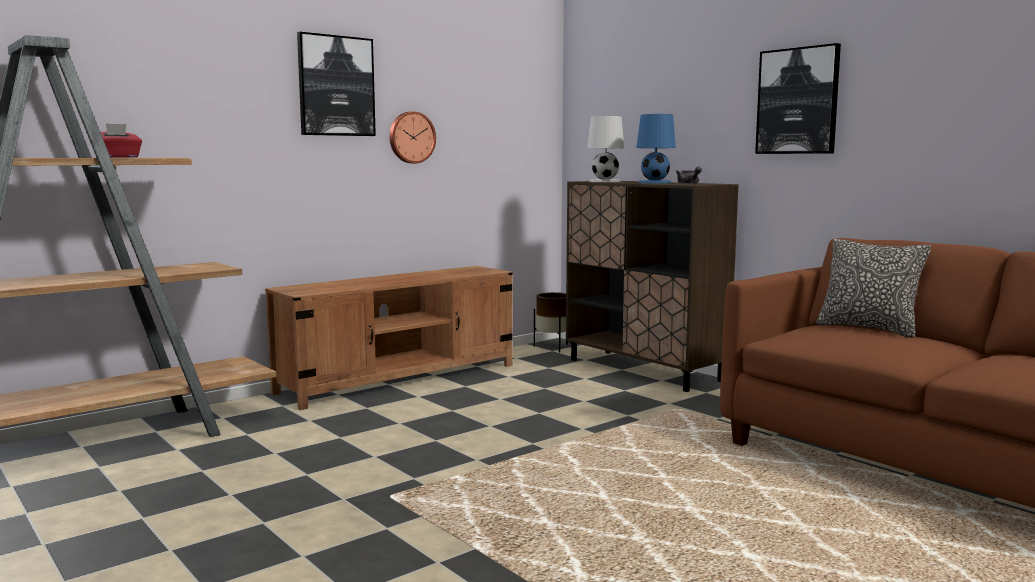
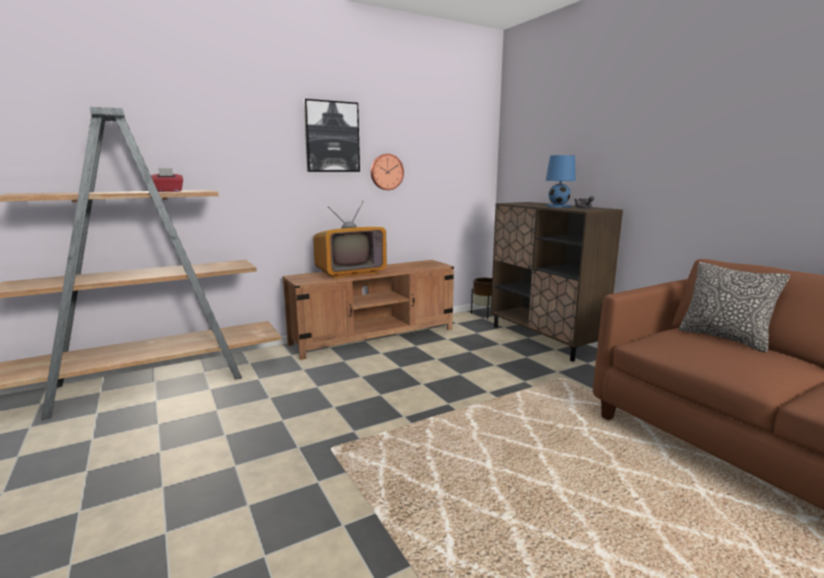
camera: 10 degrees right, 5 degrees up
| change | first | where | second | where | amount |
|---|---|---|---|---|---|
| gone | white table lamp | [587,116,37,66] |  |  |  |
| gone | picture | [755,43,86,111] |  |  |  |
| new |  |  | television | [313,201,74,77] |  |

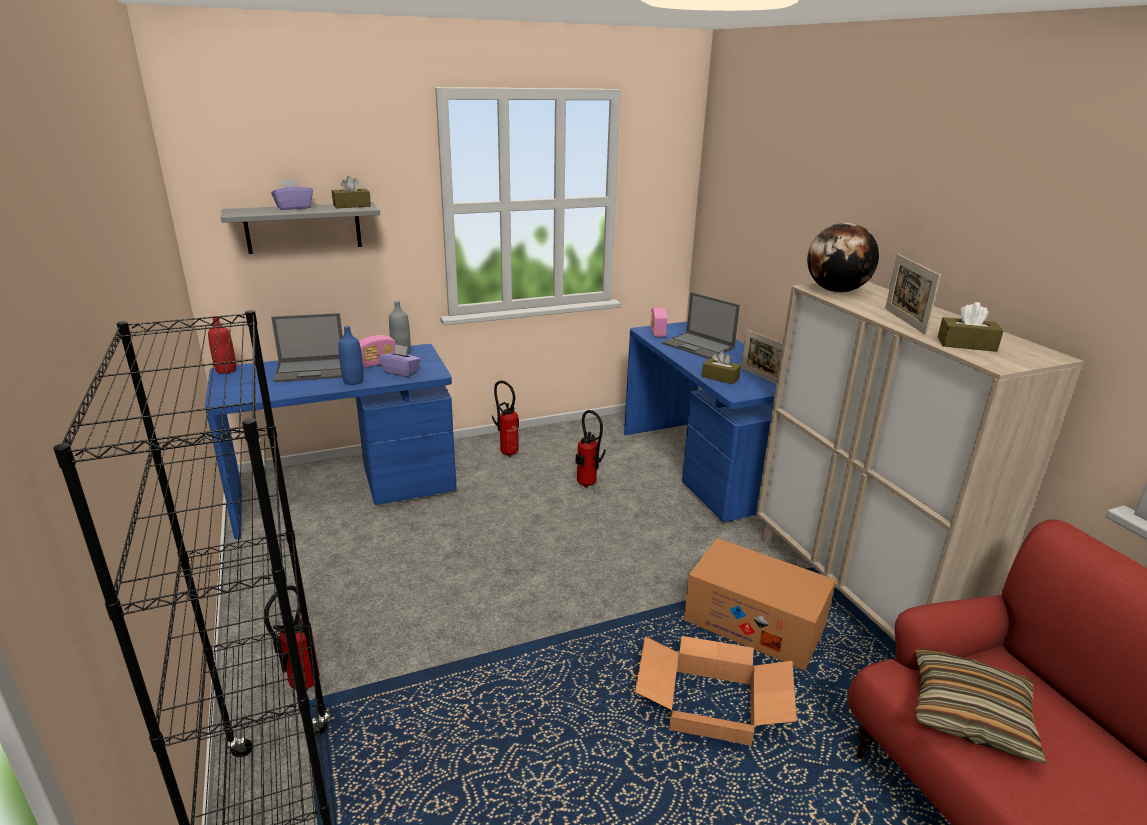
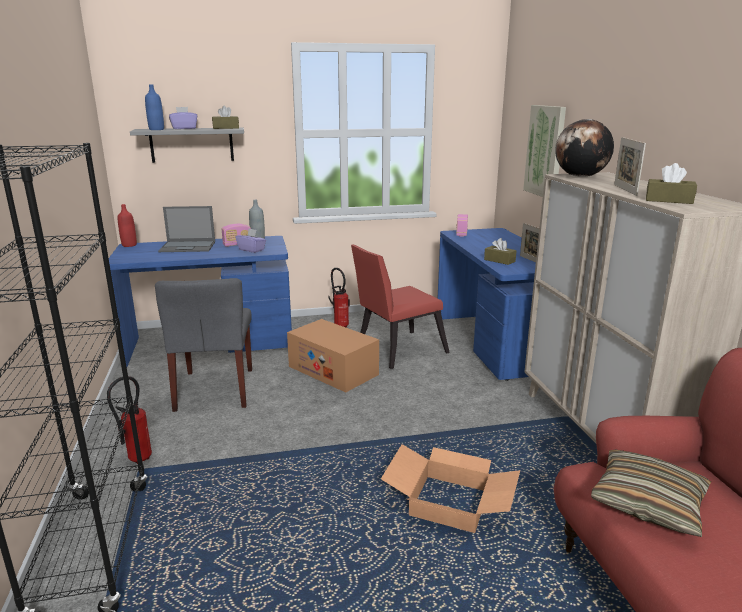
camera: 10 degrees right, 5 degrees down
| change | first | where | second | where | amount |
|---|---|---|---|---|---|
| gone | laptop | [662,292,78,67] |  |  |  |
| new |  |  | grey chair | [155,278,97,134] |  |
| new |  |  | picture | [523,105,43,92] |  |
| shifted | blue bottle | [338,326,26,59] |  | [145,84,19,46] |  |
| shifted | cardboard box | [684,538,152,132] |  | [287,319,92,73] |  |
| swapped | fire extinguisher | [576,410,29,78] | red chair | [351,245,99,124] |  |

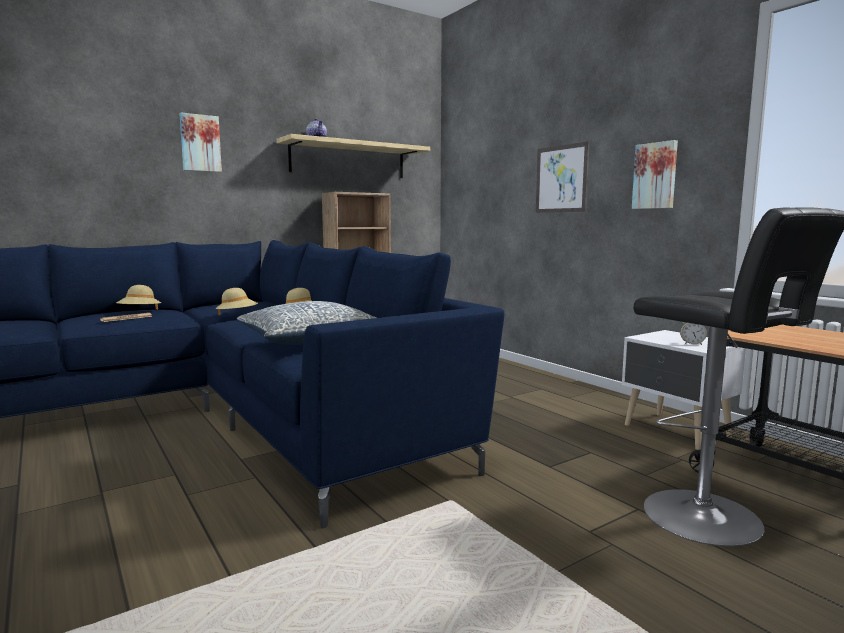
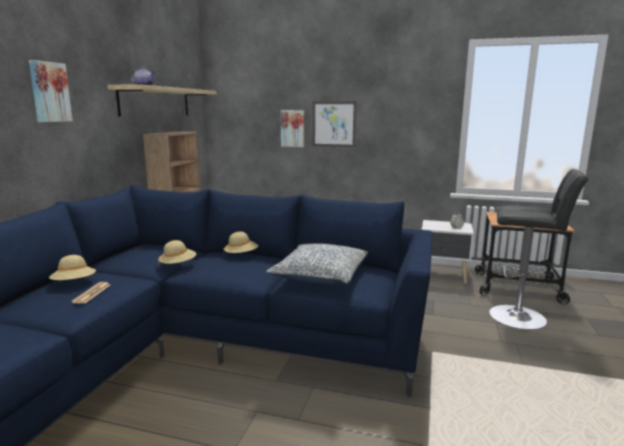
camera: 40 degrees left, 5 degrees up
| change | first | where | second | where | amount |
|---|---|---|---|---|---|
| shifted | picture | [632,140,46,69] |  | [280,110,24,37] |  |

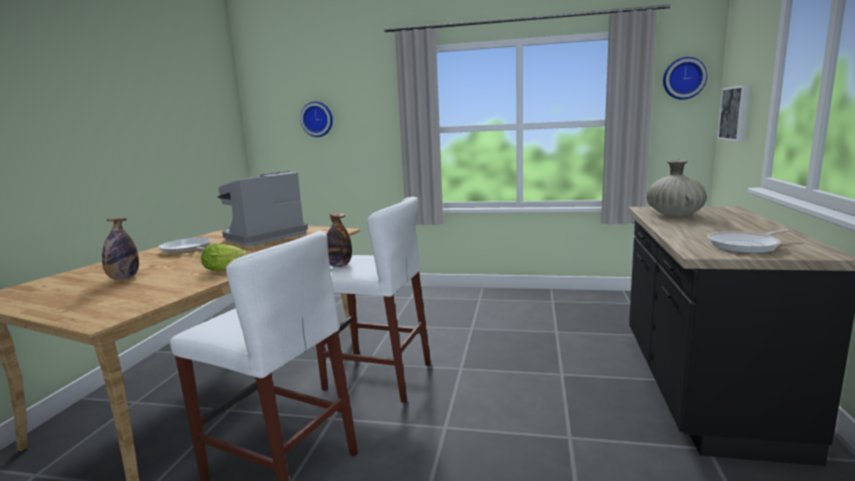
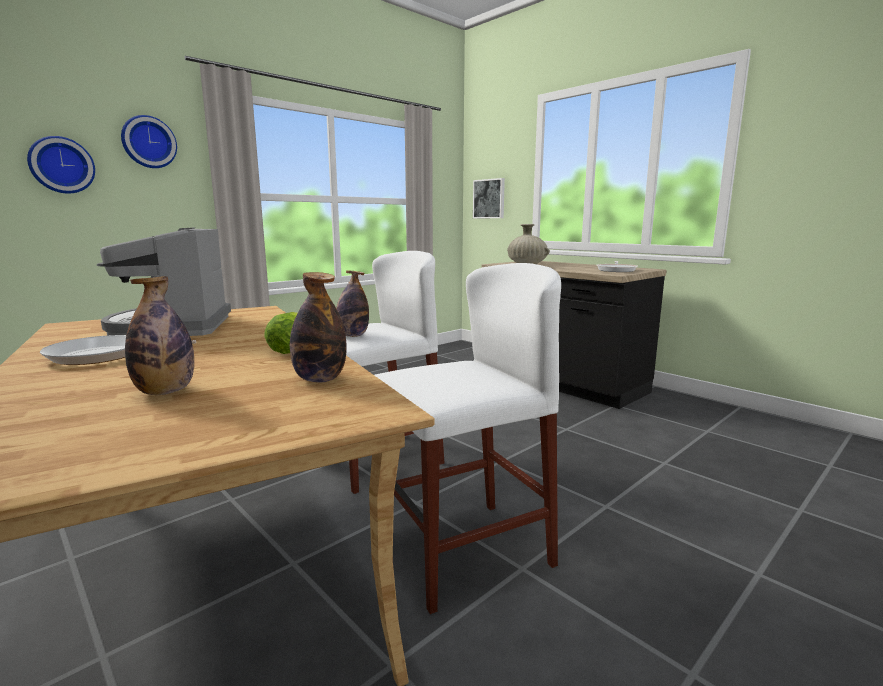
camera: 55 degrees left, 0 degrees up
| change | first | where | second | where | amount |
|---|---|---|---|---|---|
| new |  |  | bottle | [290,272,57,111] |  |
| shifted | wall clock | [663,57,44,43] |  | [121,115,56,53] |  |

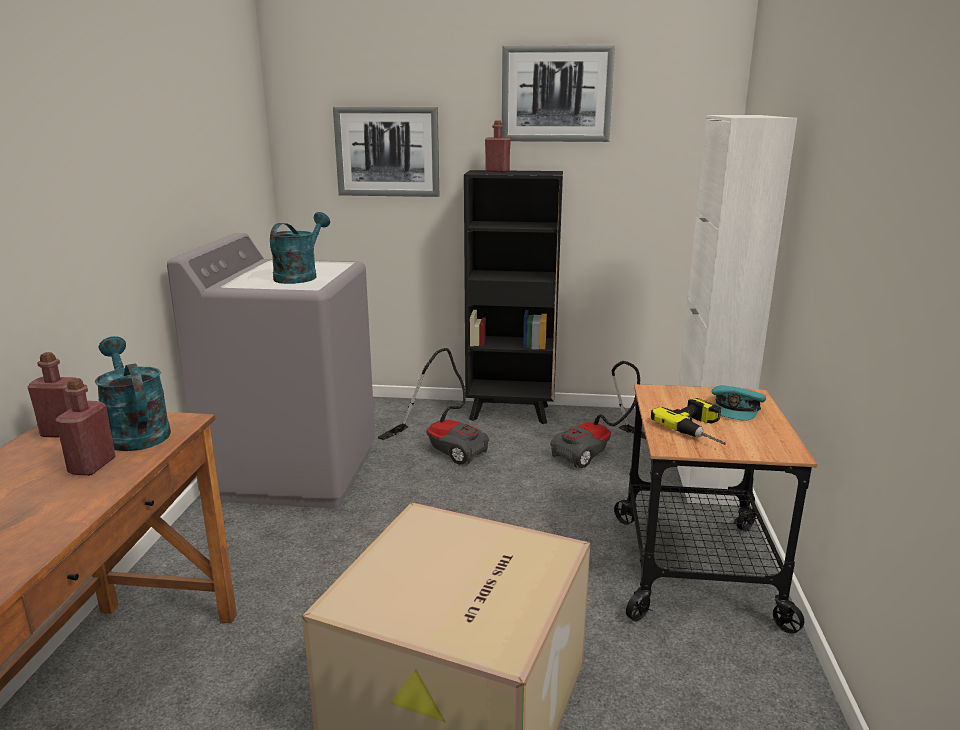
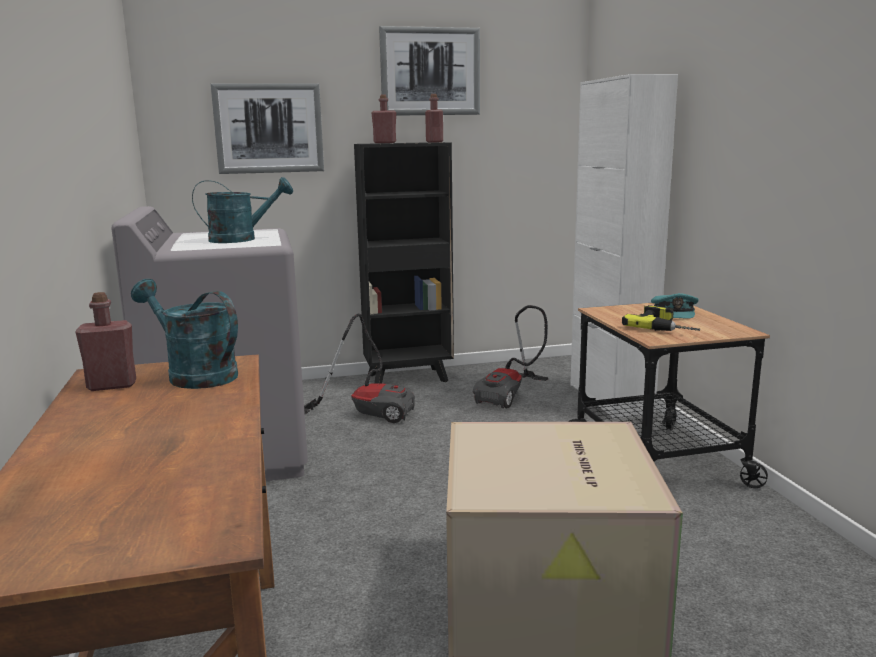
camera: 20 degrees left, 5 degrees down
| change | first | where | second | where | amount |
|---|---|---|---|---|---|
| shifted | red bottle | [55,378,61,98] |  | [425,94,18,48] |  |
| rotated | turquoise watering can | [270,212,60,72] |  | [192,177,101,66] | 75 degrees clockwise |

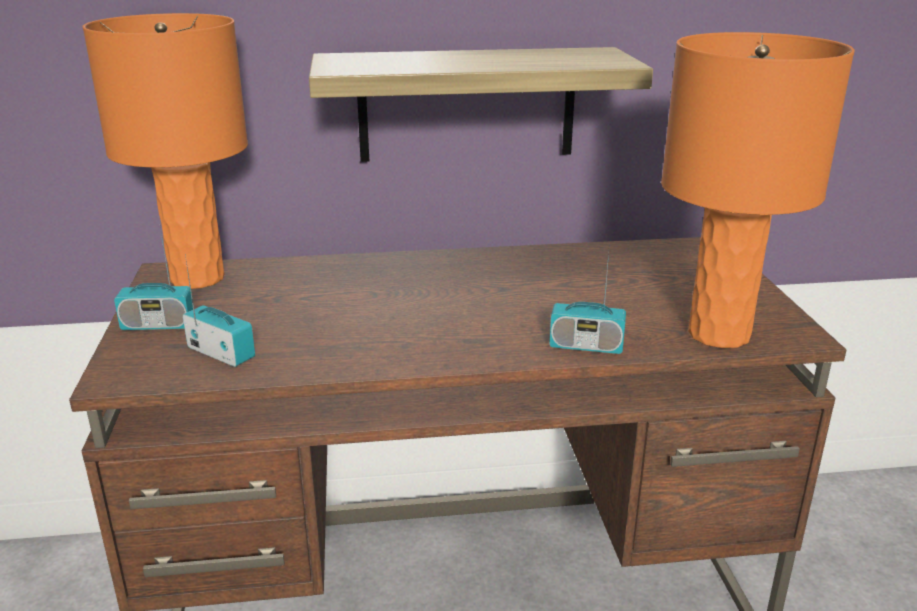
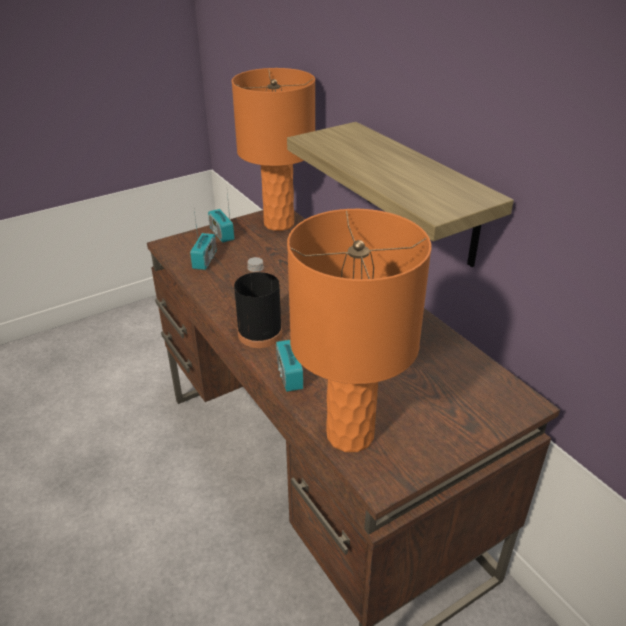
camera: 65 degrees right, 10 degrees up
| change | first | where | second | where | amount |
|---|---|---|---|---|---|
| new |  |  | black bottle | [234,257,48,91] |  |

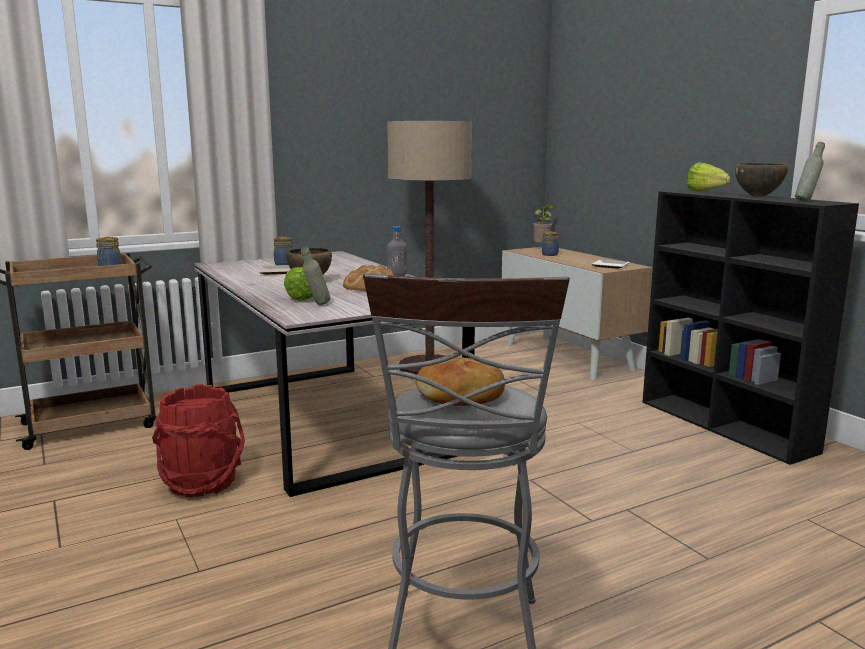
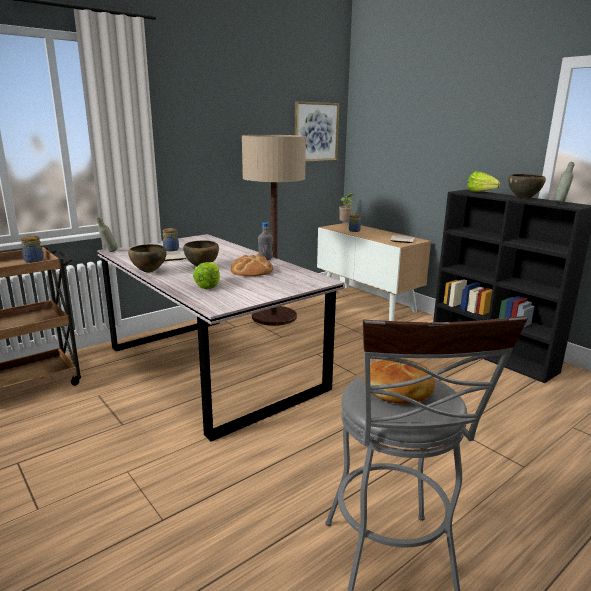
camera: 10 degrees left, 5 degrees up
| change | first | where | second | where | amount |
|---|---|---|---|---|---|
| gone | red bucket | [152,384,93,113] |  |  |  |
| new |  |  | brown bowl | [128,244,39,29] |  |
| new |  |  | picture | [295,101,44,61] |  |
| shifted | grey bottle | [301,247,30,58] |  | [97,217,21,35] |  |

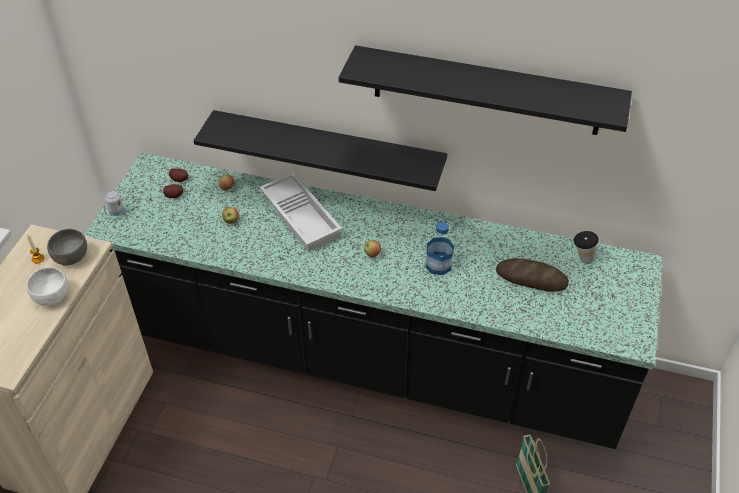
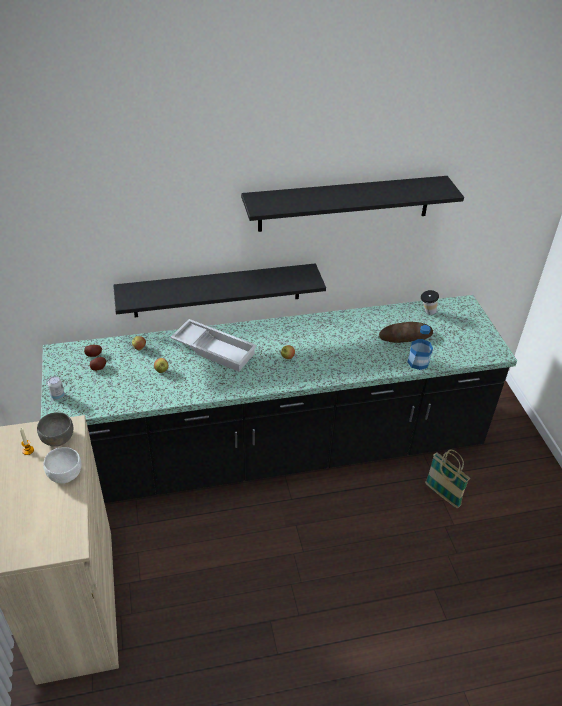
camera: 30 degrees left, 5 degrees down
| change | first | where | second | where | amount |
|---|---|---|---|---|---|
| shifted | bottle | [426,222,28,53] |  | [408,325,25,45] |  |

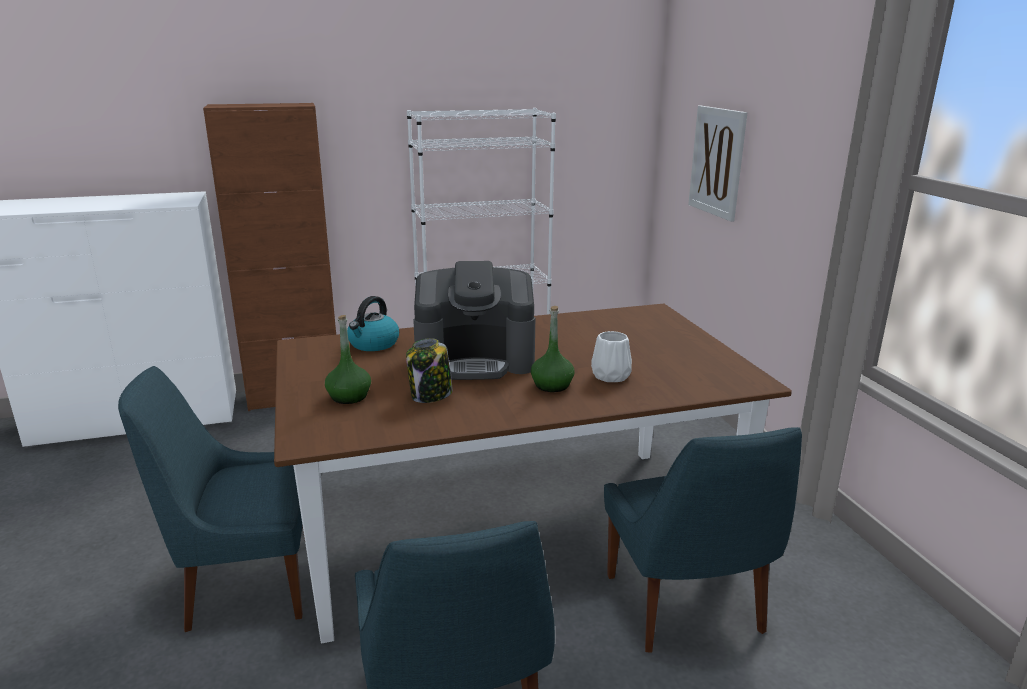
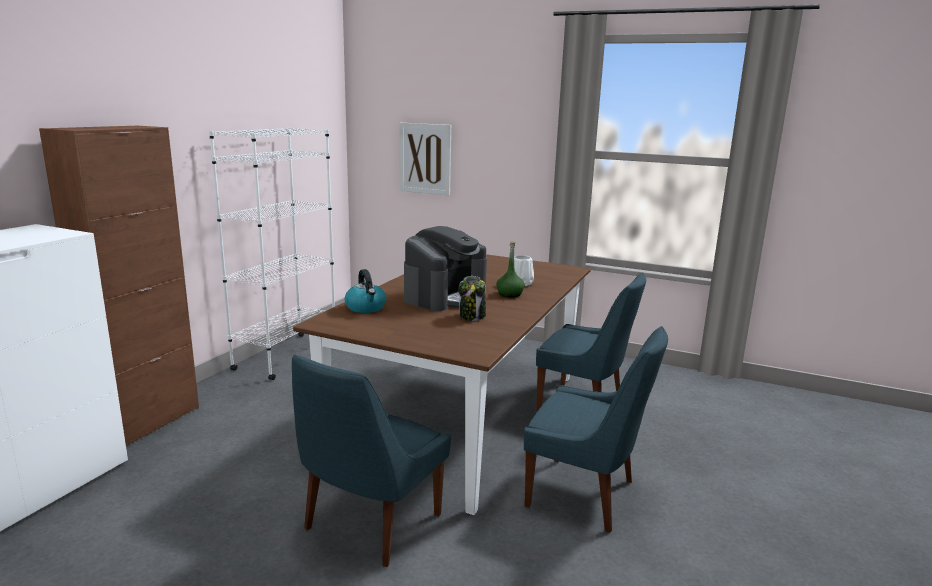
camera: 50 degrees left, 5 degrees down
| change | first | where | second | where | amount |
|---|---|---|---|---|---|
| gone | green bottle | [325,315,46,89] |  |  |  |

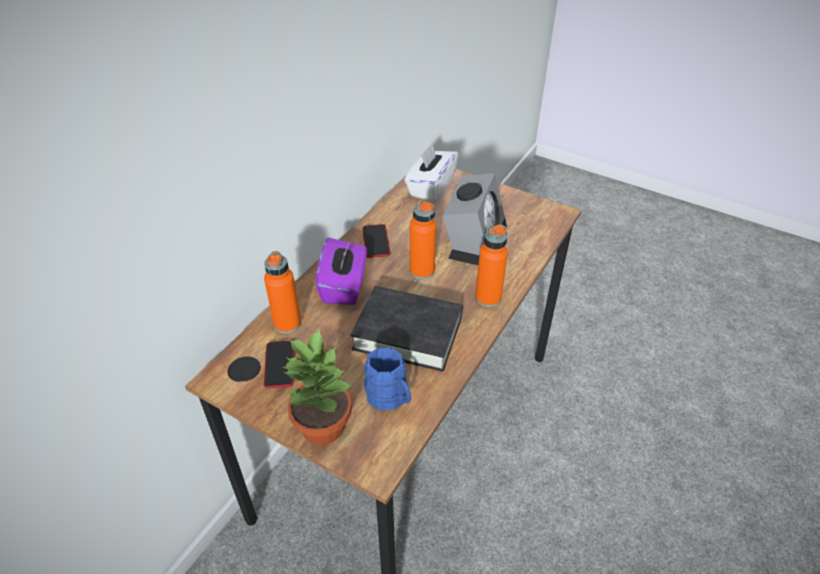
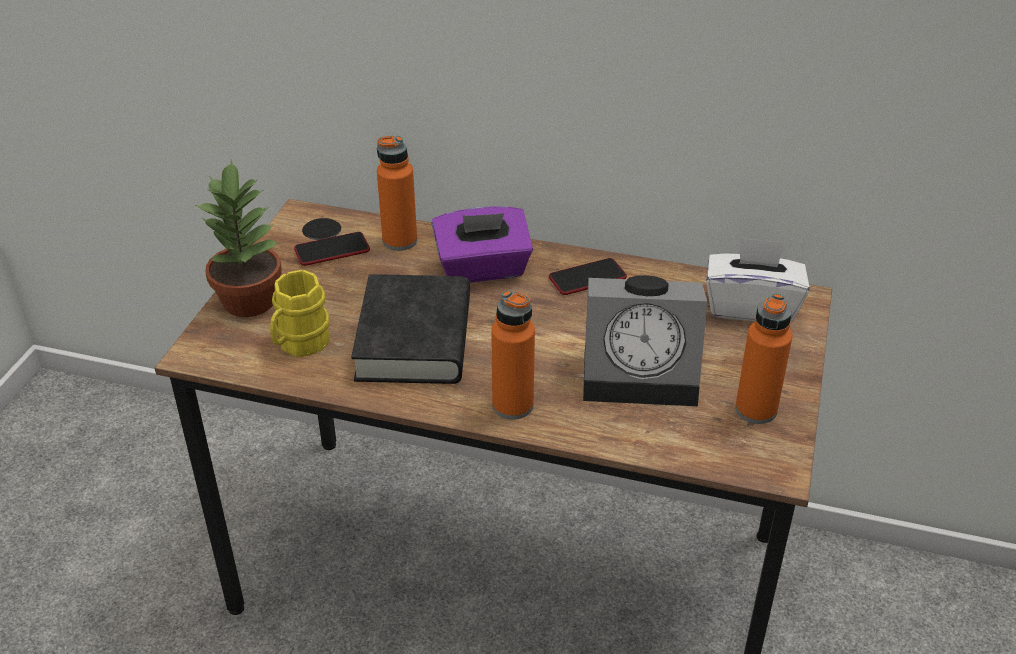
camera: 75 degrees right, 5 degrees down
| change | first | where | second | where | amount |
|---|---|---|---|---|---|
| shifted | orange bottle | [410,200,26,80] |  | [735,293,58,131] |  |
| repainted | blue mug | [363,348,48,62] | yellow mug | [270,270,60,87] |  |

